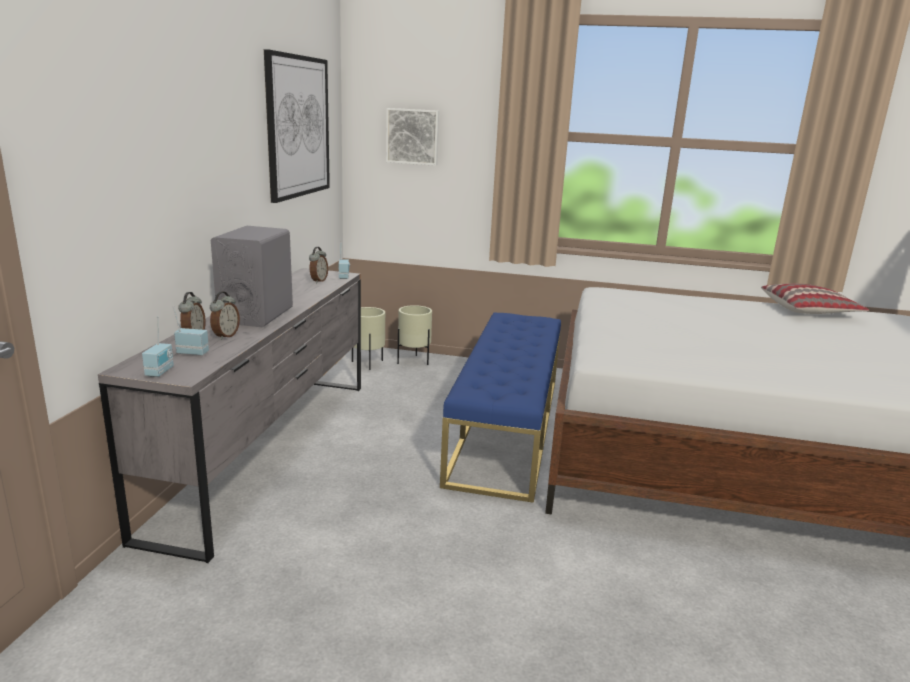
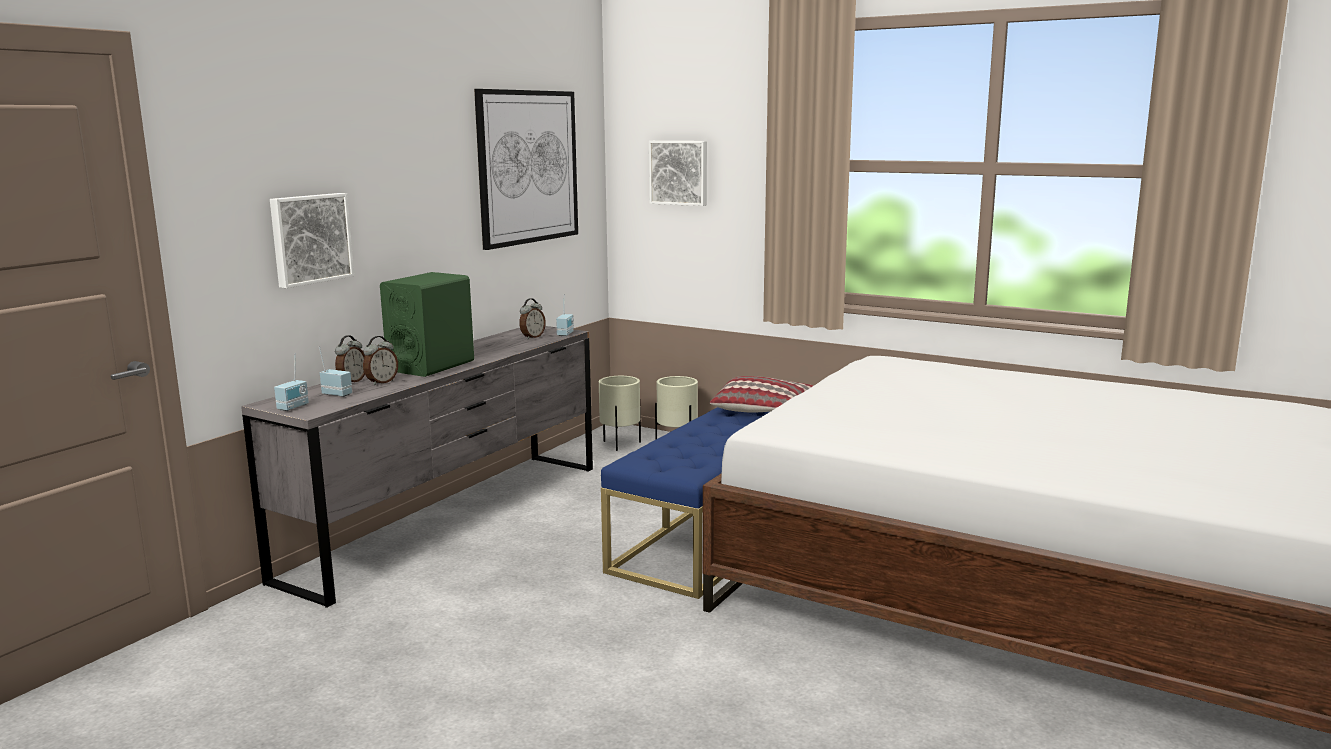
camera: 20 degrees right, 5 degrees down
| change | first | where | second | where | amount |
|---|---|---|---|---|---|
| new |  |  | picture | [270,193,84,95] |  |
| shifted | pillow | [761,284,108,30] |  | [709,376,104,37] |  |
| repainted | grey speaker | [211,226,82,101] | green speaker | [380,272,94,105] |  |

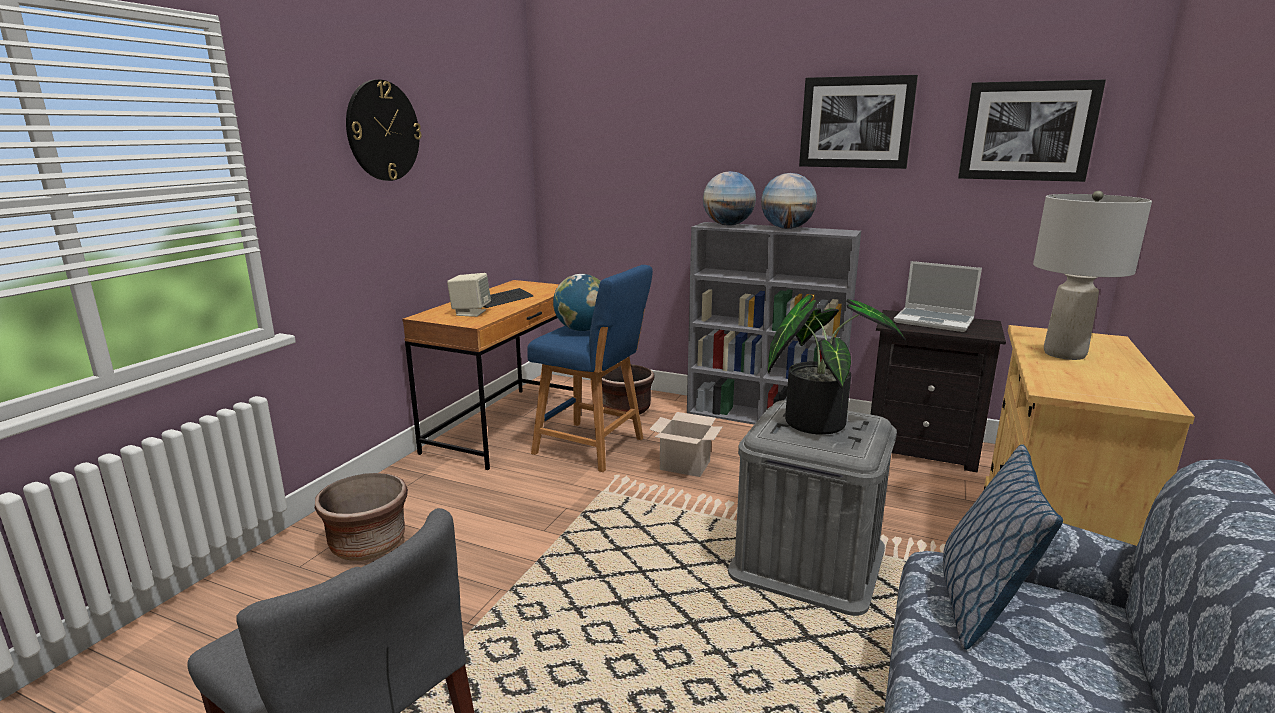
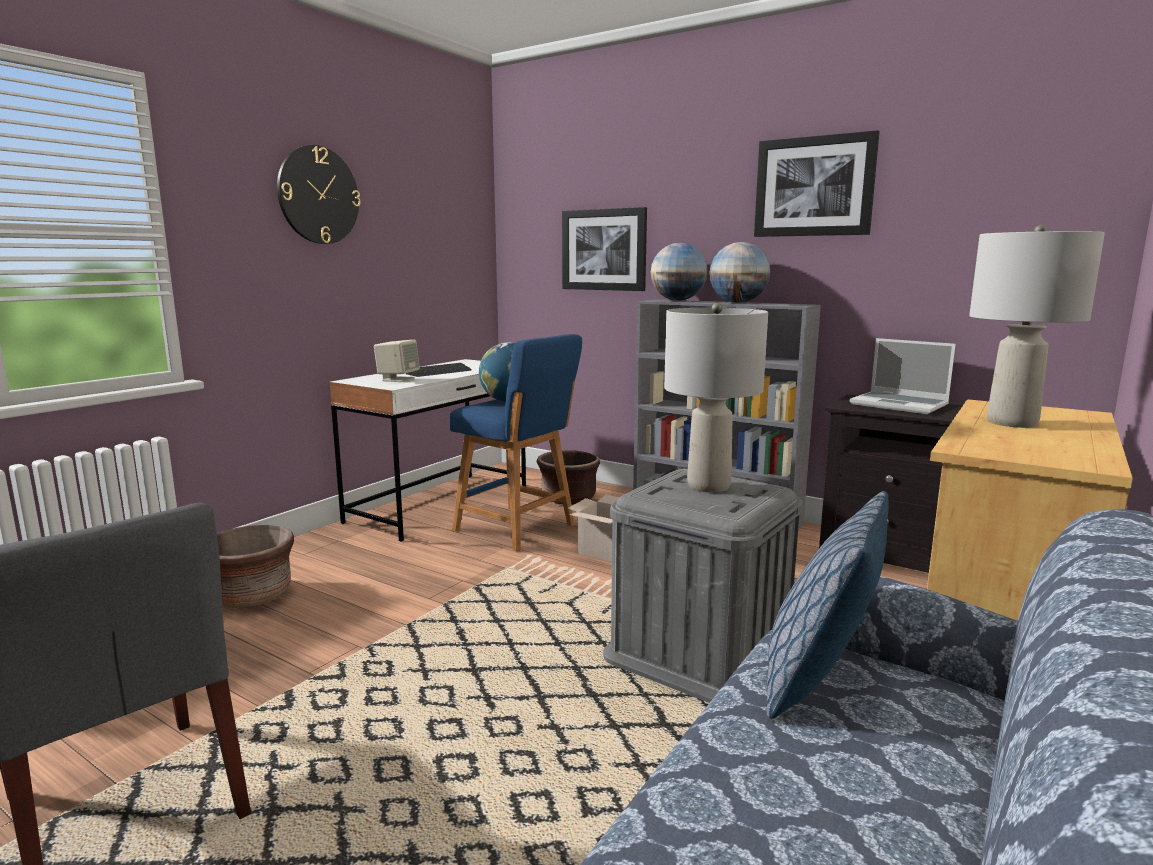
camera: 10 degrees right, 5 degrees down
| change | first | where | second | where | amount |
|---|---|---|---|---|---|
| shifted | picture | [958,80,148,102] |  | [562,207,85,84] |  |
| swapped | potted plant | [768,294,138,141] | grey table lamp | [664,303,104,190] |  |
| repainted | brown desk | [402,280,171,190] | white desk | [329,359,197,183] |  |

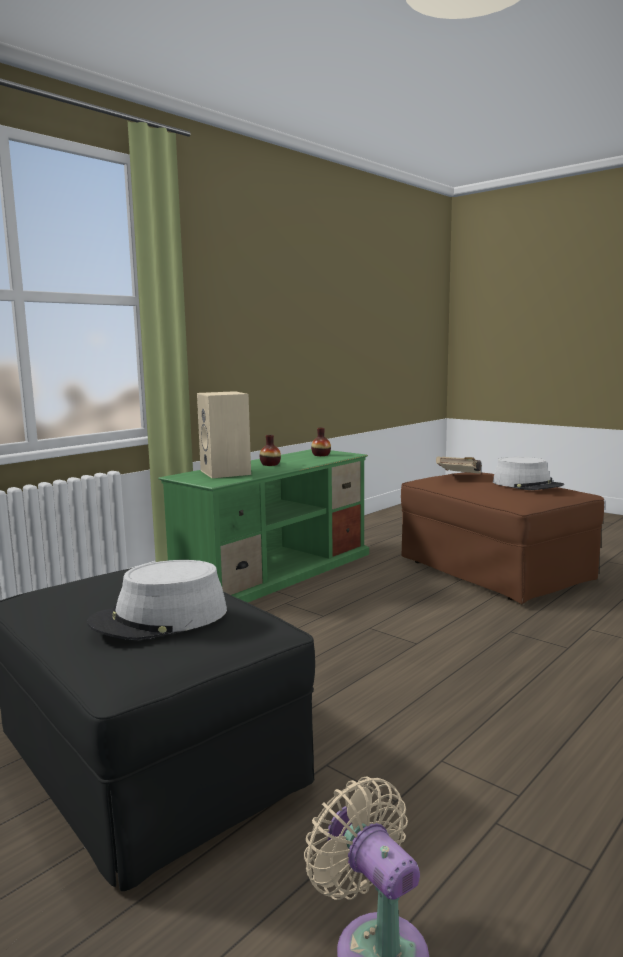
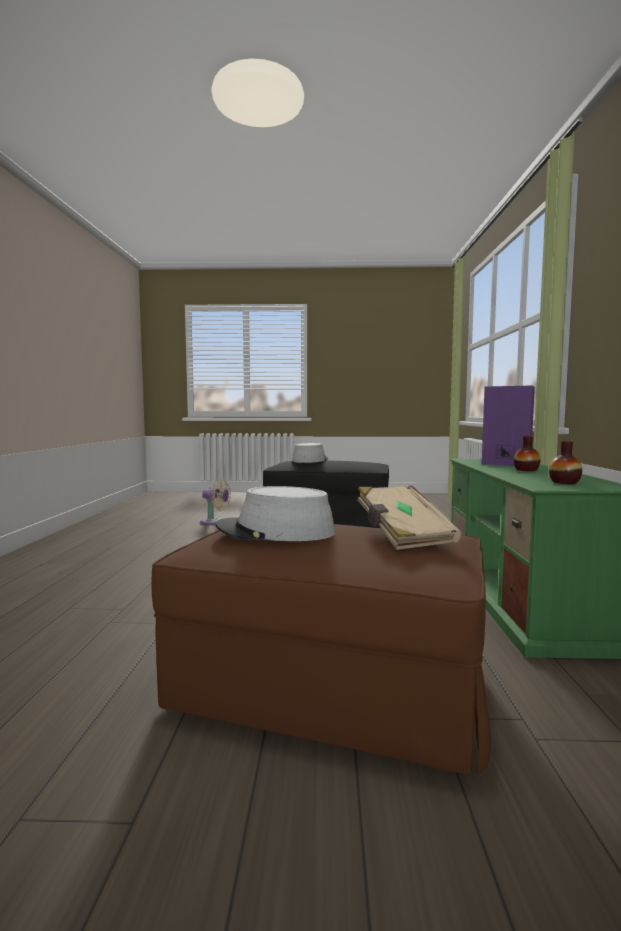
camera: 140 degrees right, 5 degrees down
| change | first | where | second | where | amount |
|---|---|---|---|---|---|
| repainted | beige speaker | [197,391,54,87] | purple speaker | [482,385,53,81] |  |

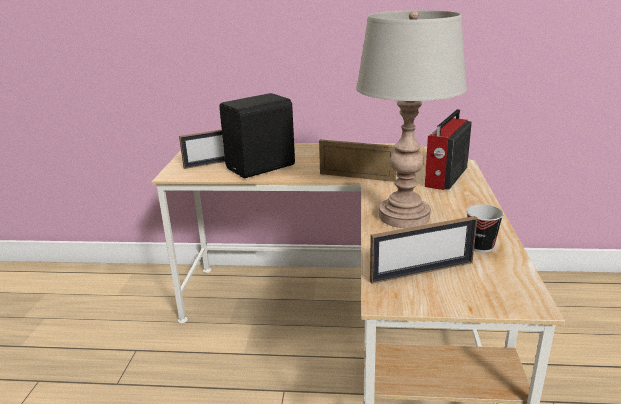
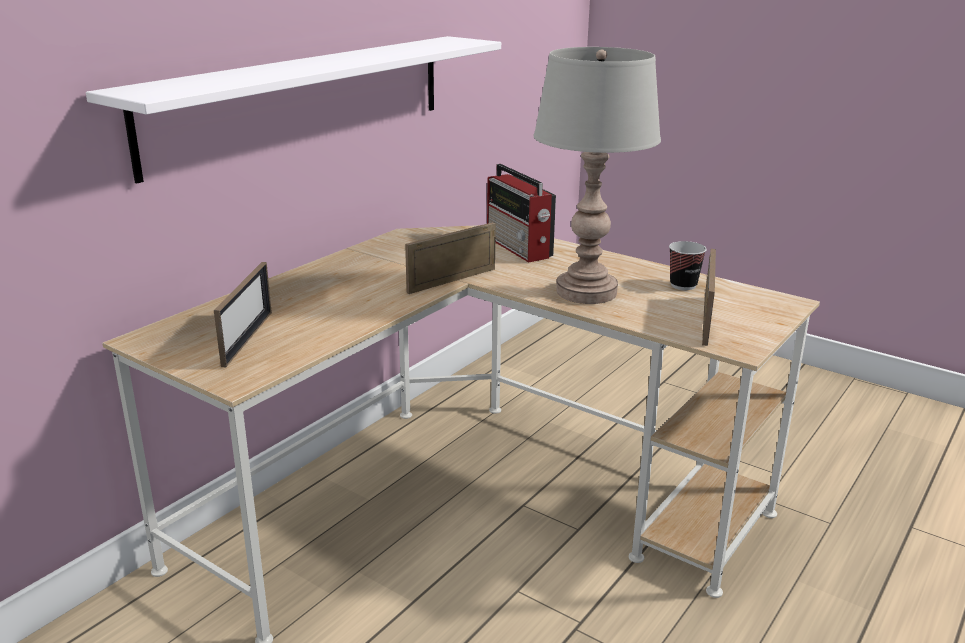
camera: 60 degrees left, 0 degrees up
| change | first | where | second | where | amount |
|---|---|---|---|---|---|
| gone | black speaker | [219,93,76,85] |  |  |  |
| new |  |  | white shelf | [86,36,415,148] |  |

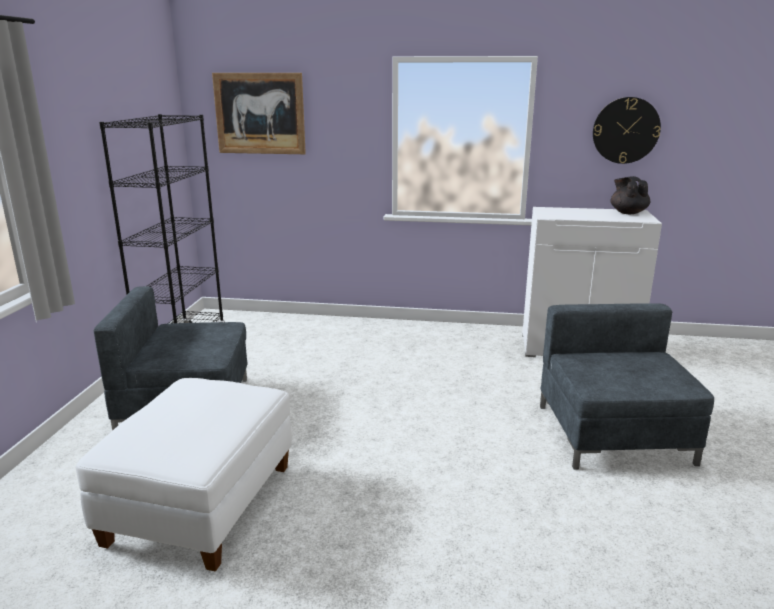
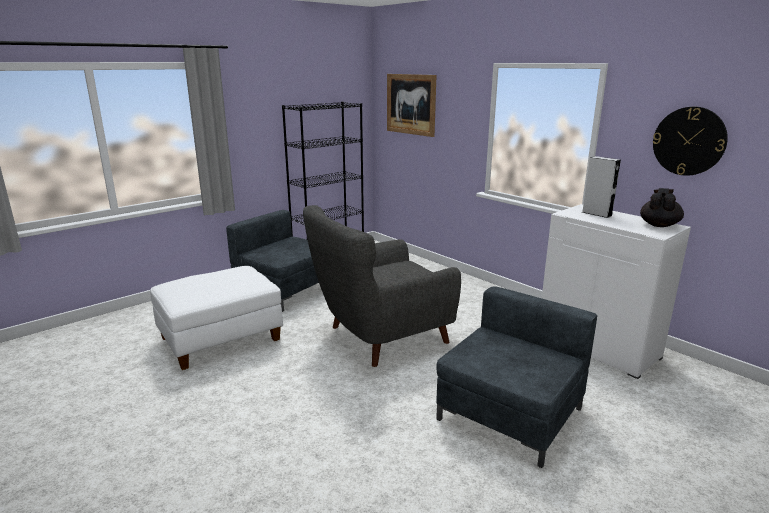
camera: 40 degrees right, 0 degrees up
| change | first | where | second | where | amount |
|---|---|---|---|---|---|
| new |  |  | grey armchair | [303,205,158,162] |  |
| new |  |  | grey speaker | [582,156,39,62] |  |

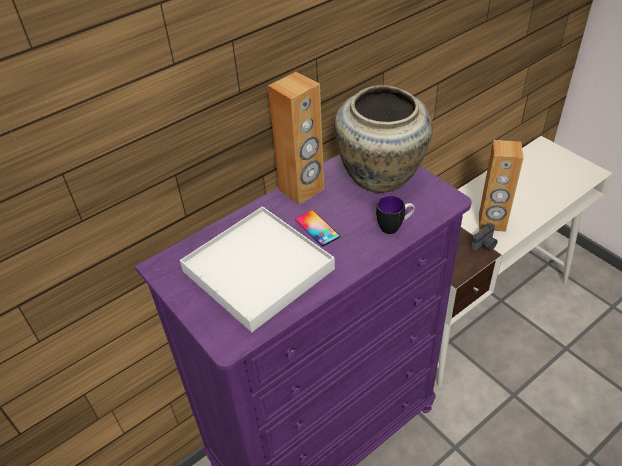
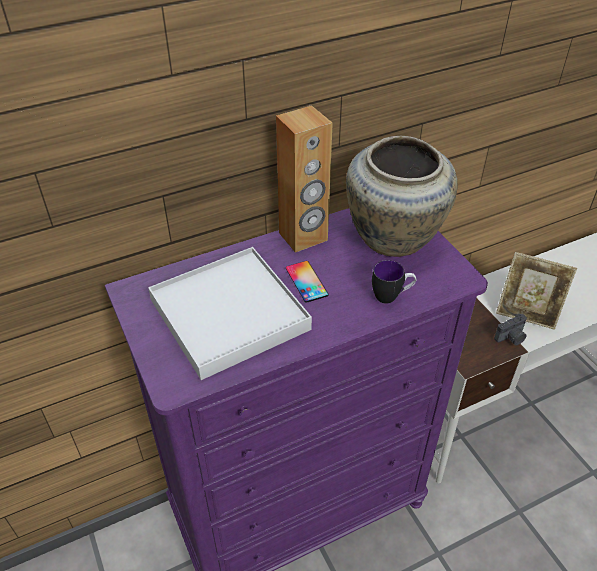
camera: 10 degrees right, 0 degrees up
| change | first | where | second | where | amount |
|---|---|---|---|---|---|
| swapped | brown speaker | [479,140,45,92] | picture frame | [496,252,81,78] |  |

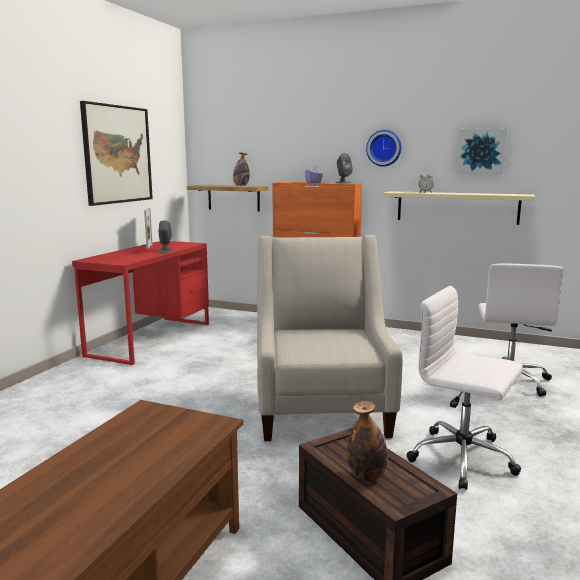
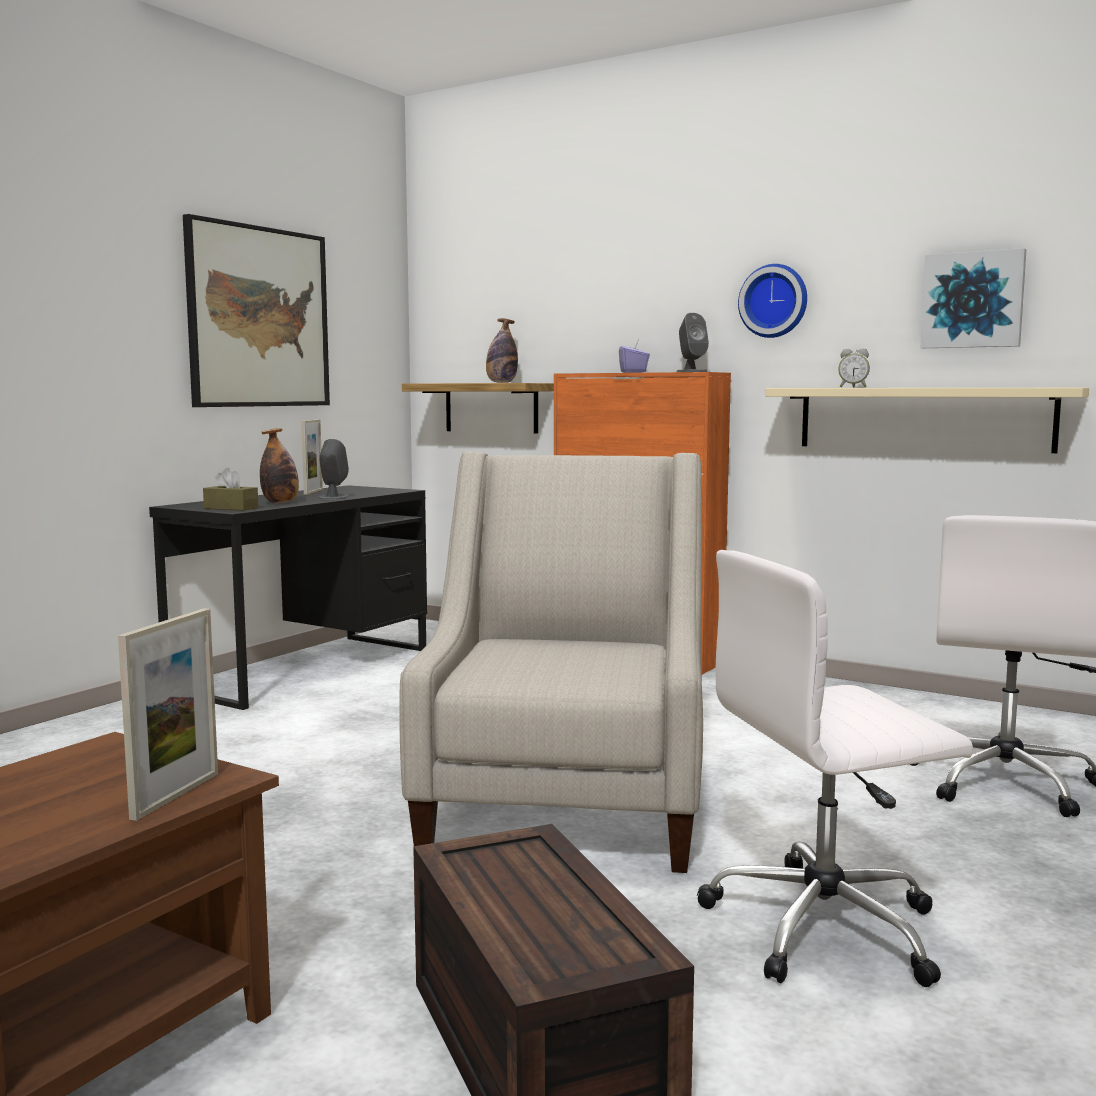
camera: 10 degrees right, 5 degrees down
| change | first | where | second | where | amount |
|---|---|---|---|---|---|
| new |  |  | picture frame | [118,608,100,213] |  |
| new |  |  | brown tissue box | [203,468,55,43] |  |
| shifted | bottle | [347,401,41,80] |  | [260,428,39,75] |  |
| repainted | red desk | [72,241,137,124] | black desk | [149,485,278,225] |  |
| rotated | white office chair | [406,286,117,204] |  | [697,550,276,437] | 60 degrees counterclockwise |

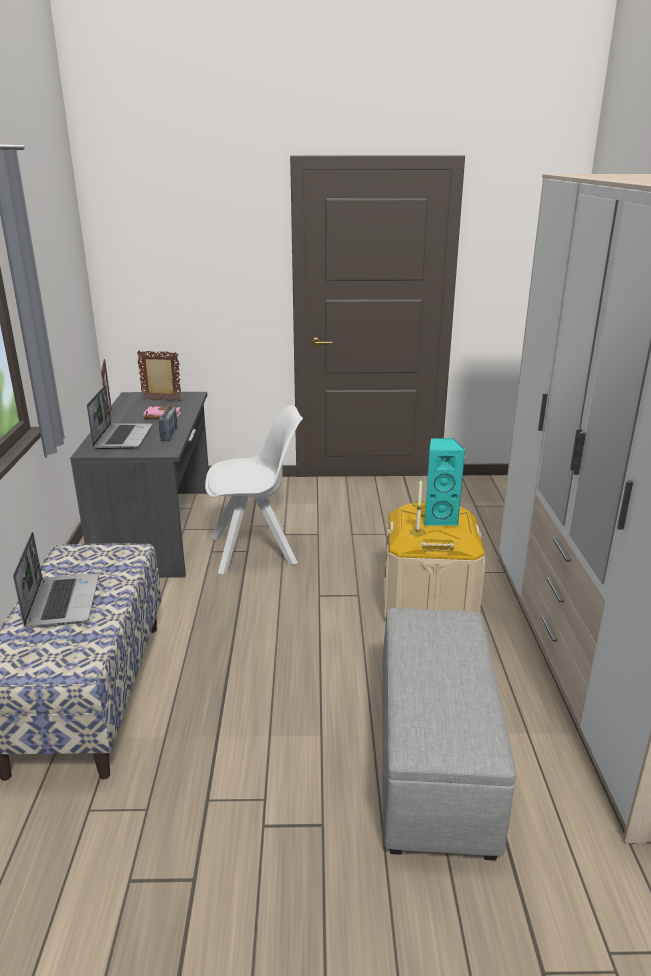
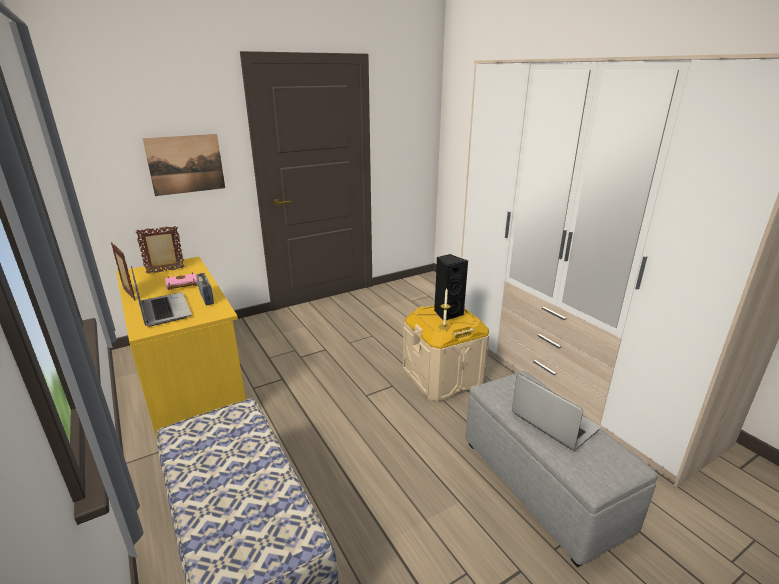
camera: 30 degrees left, 0 degrees up
| change | first | where | second | where | amount |
|---|---|---|---|---|---|
| gone | white chair | [205,405,98,169] |  |  |  |
| new |  |  | picture | [143,134,82,62] |  |
| shifted | laptop | [13,532,86,96] |  | [512,373,89,78] |  |
| repainted | grey desk | [70,392,139,186] | yellow desk | [116,257,130,183] |  |
| repainted | turquoise speaker | [424,438,42,88] | black speaker | [434,254,34,66] |  |

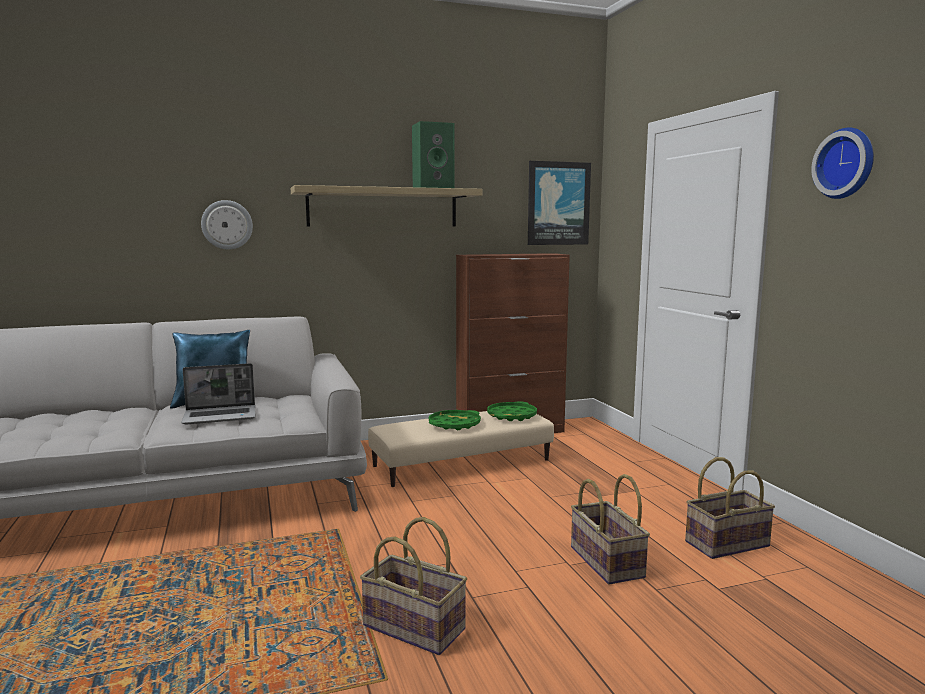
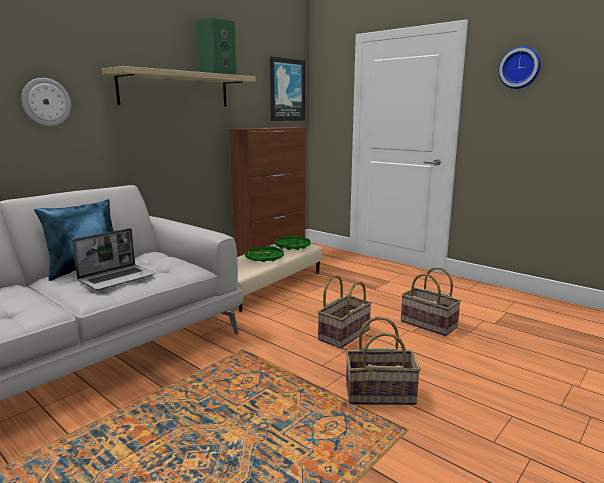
camera: 30 degrees left, 5 degrees up
| change | first | where | second | where | amount |
|---|---|---|---|---|---|
| shifted | basket | [685,457,90,102] |  | [317,275,55,74] |  |

